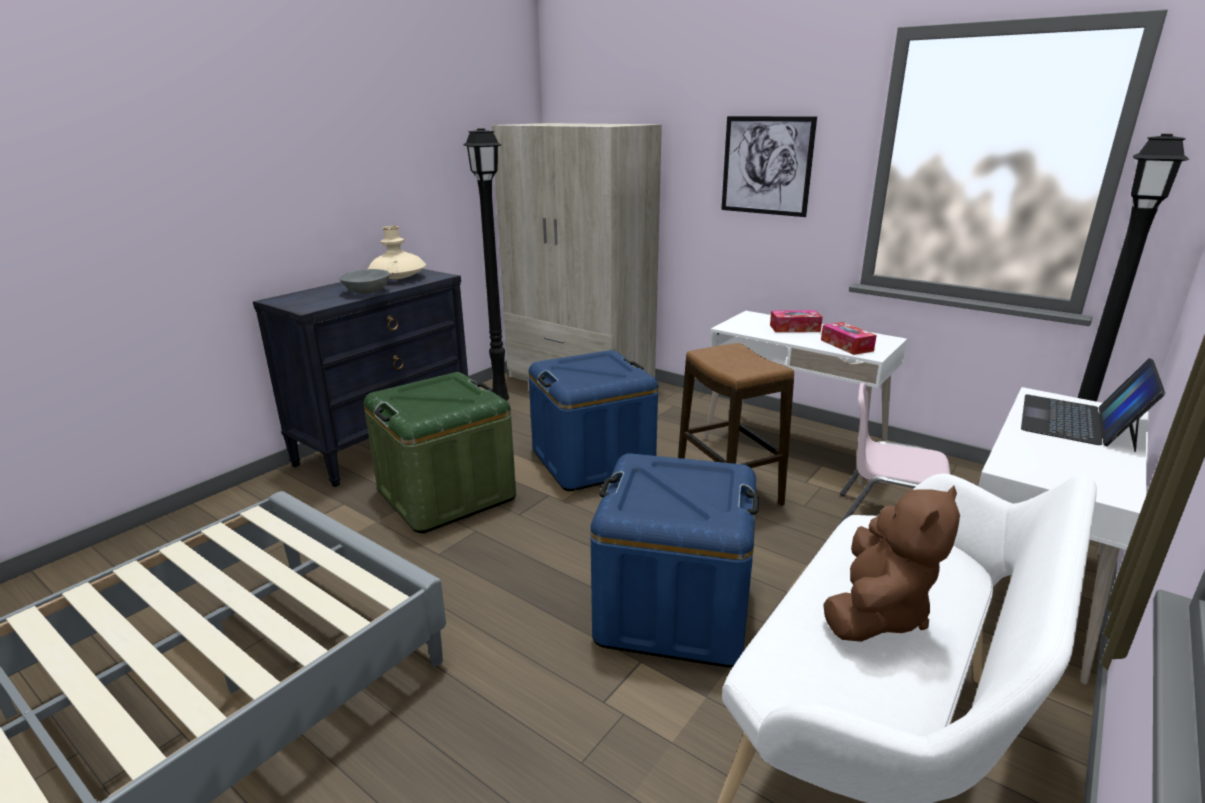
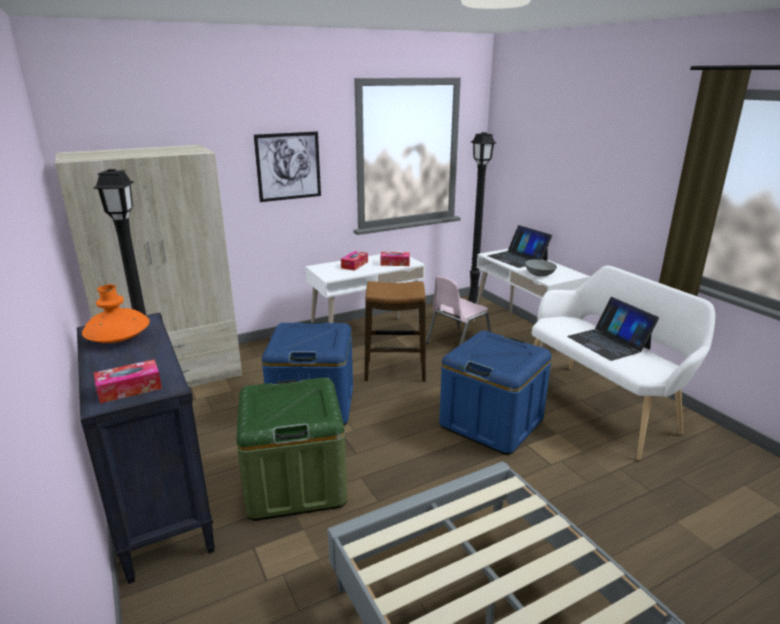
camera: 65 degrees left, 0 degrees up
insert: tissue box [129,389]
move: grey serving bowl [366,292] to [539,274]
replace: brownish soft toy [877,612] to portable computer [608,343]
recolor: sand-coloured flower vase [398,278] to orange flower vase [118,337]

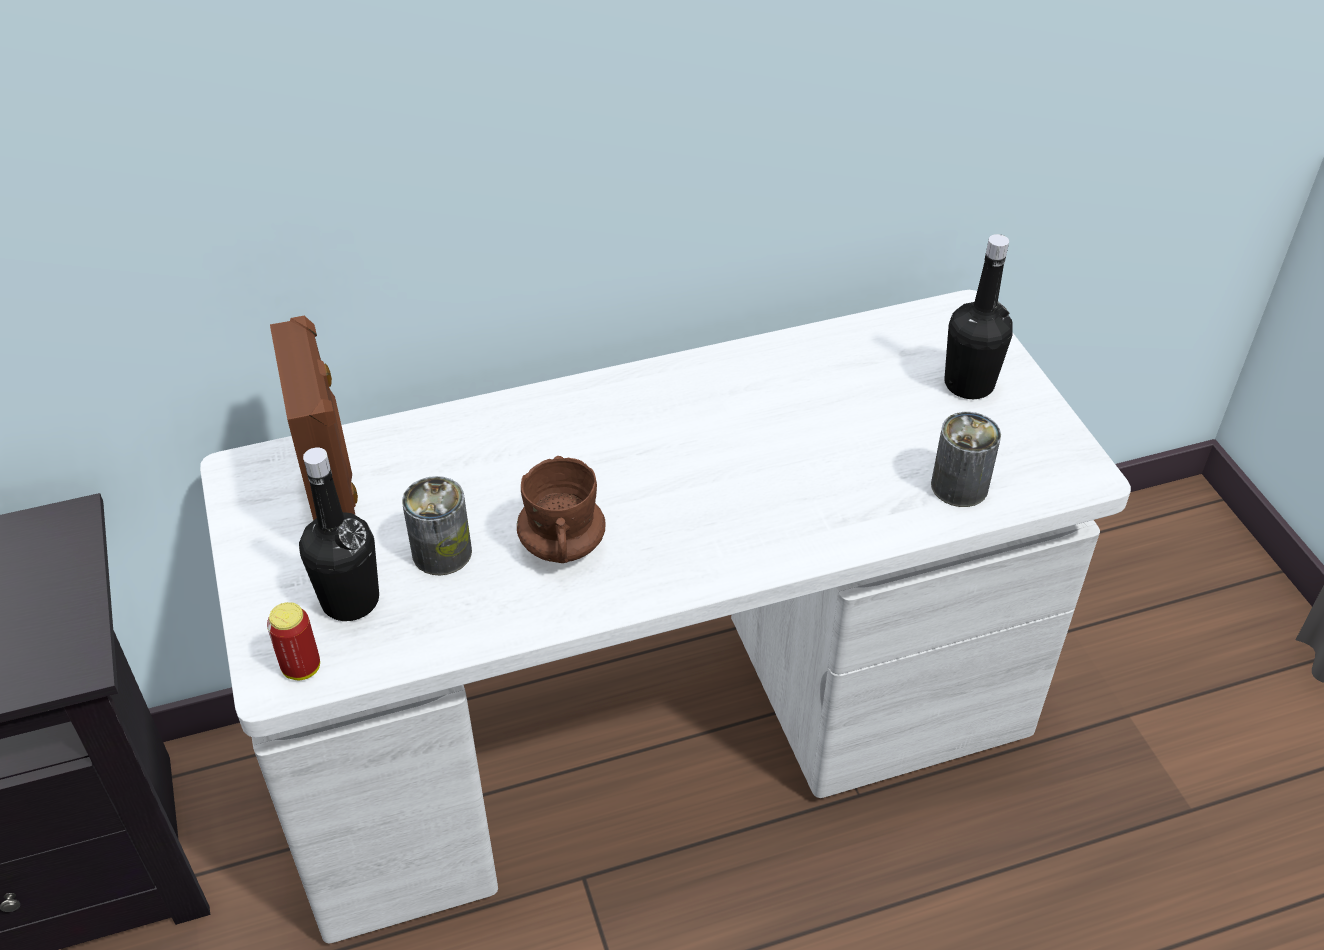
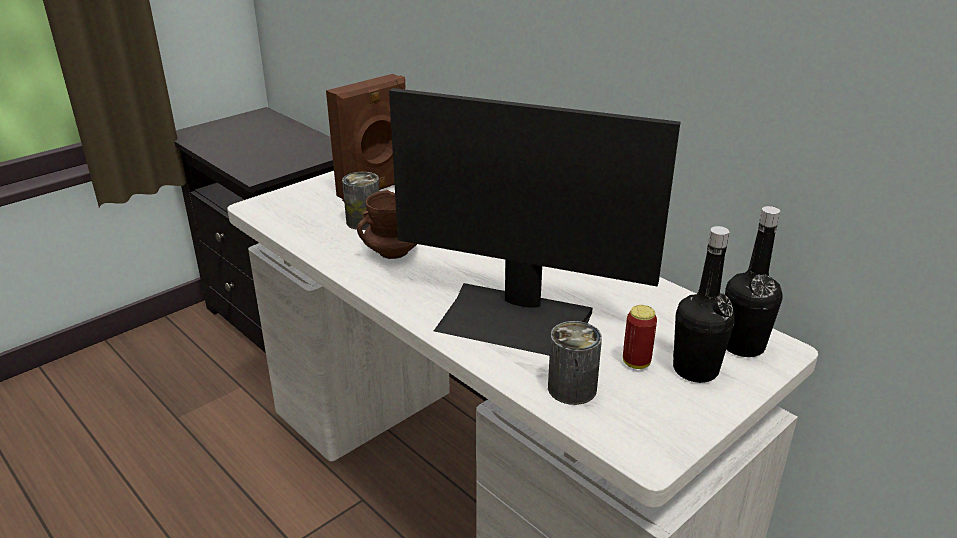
camera: 65 degrees right, 15 degrees down
insert: computer screen [516,319]
move: metal can [301,668] to [636,363]; black beverage bottle [350,600] to [742,345]

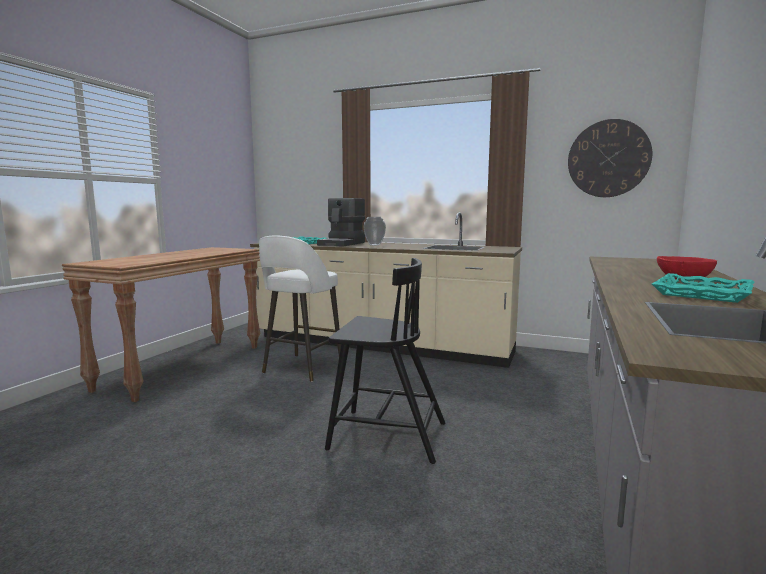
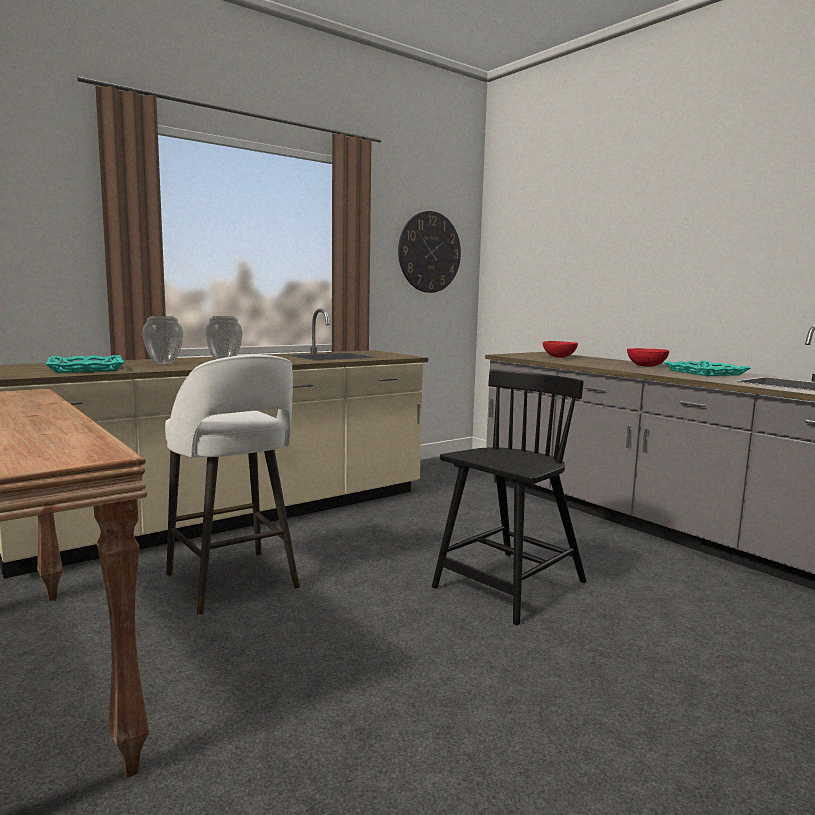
camera: 60 degrees left, 0 degrees up
insert: red-coloured serving bowl [559,357]
replace: coffee machine [343,244] to flower vase [164,364]

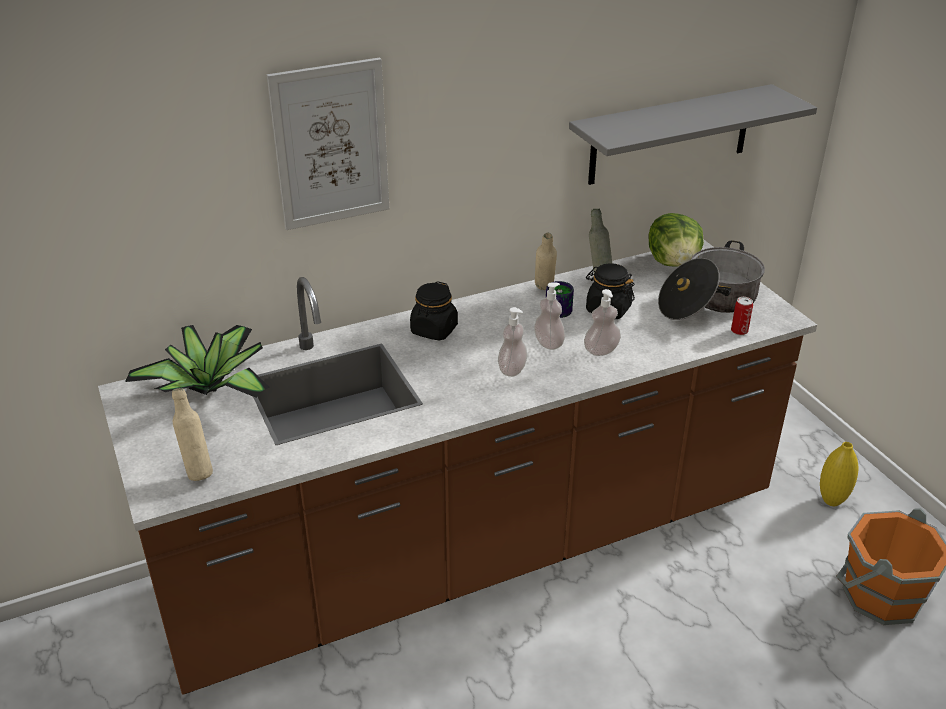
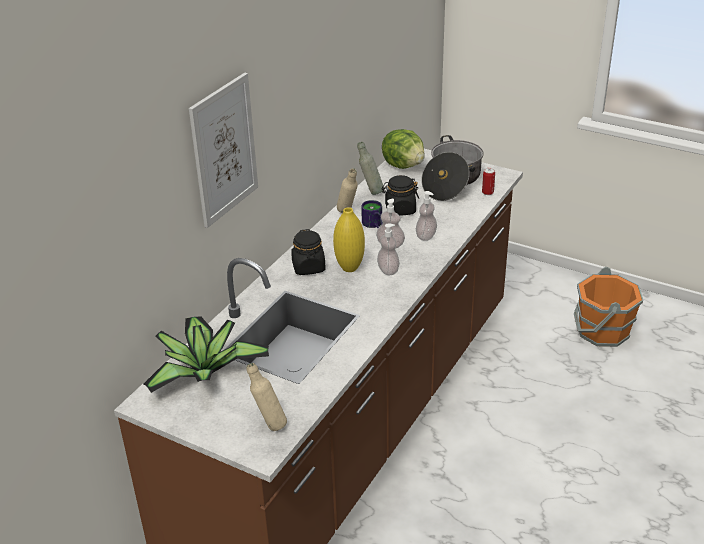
camera: 35 degrees left, 0 degrees up
delete: grey shelf [670,135]
move: yellow-coloured flower vase [831,501] to [349,268]

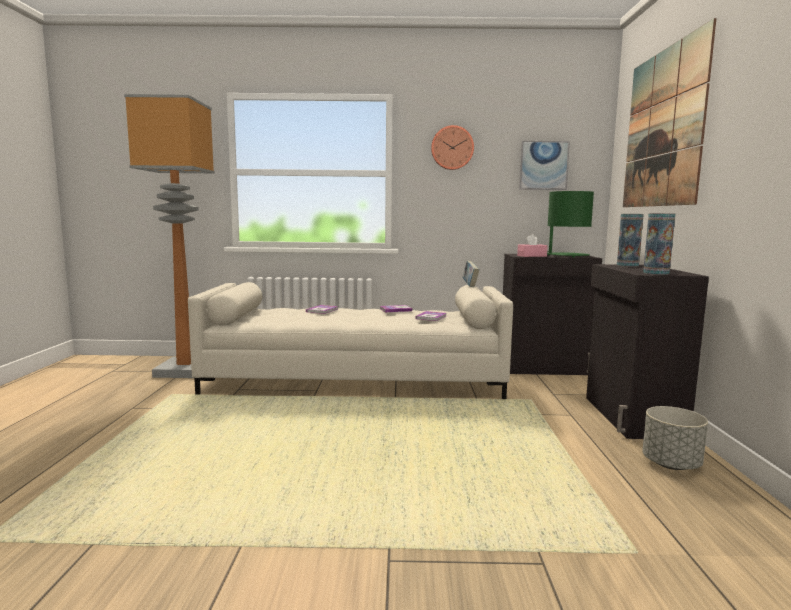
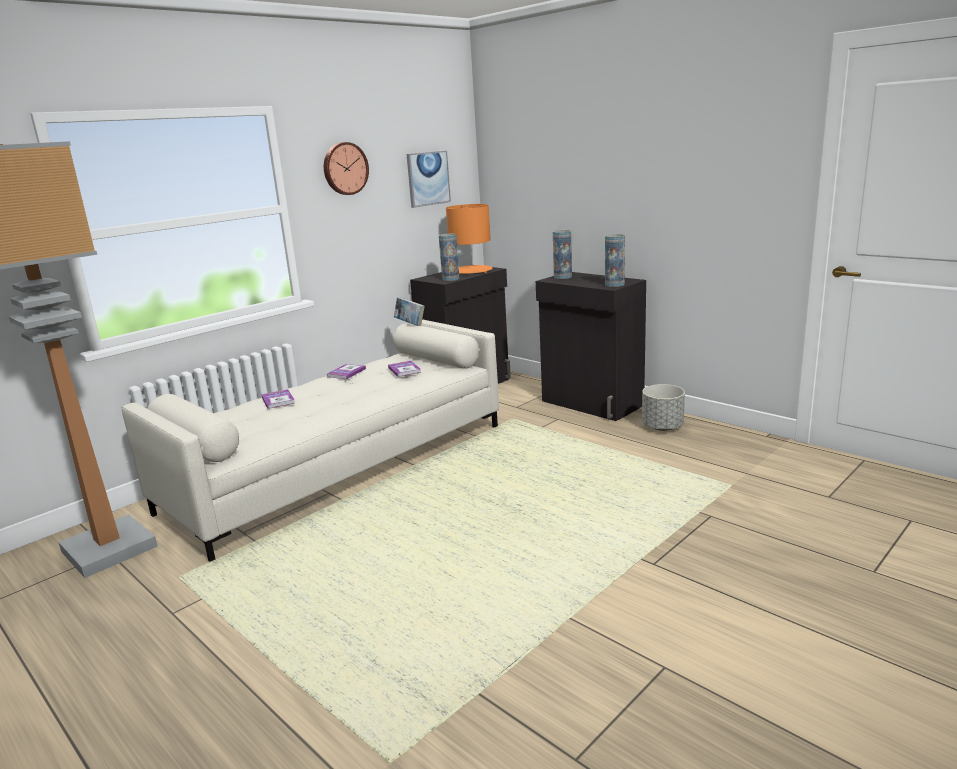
camera: 45 degrees left, 10 degrees up
delete: picture [663,128]
replace: pinkish tissue box [532,256] to flower vase [450,279]
recolor: greenish tabletop lamp [566,255] to orange tabletop lamp [471,271]

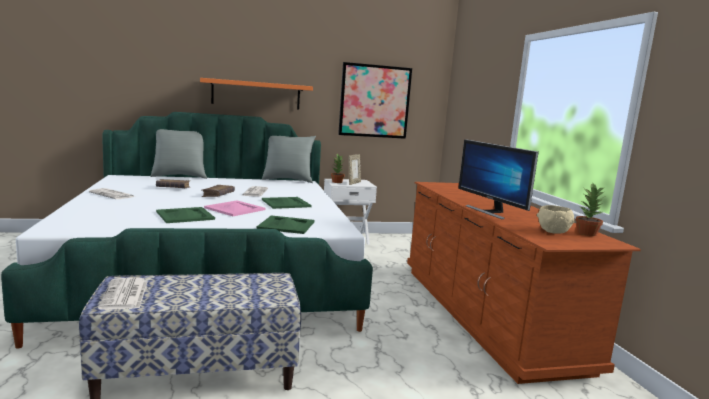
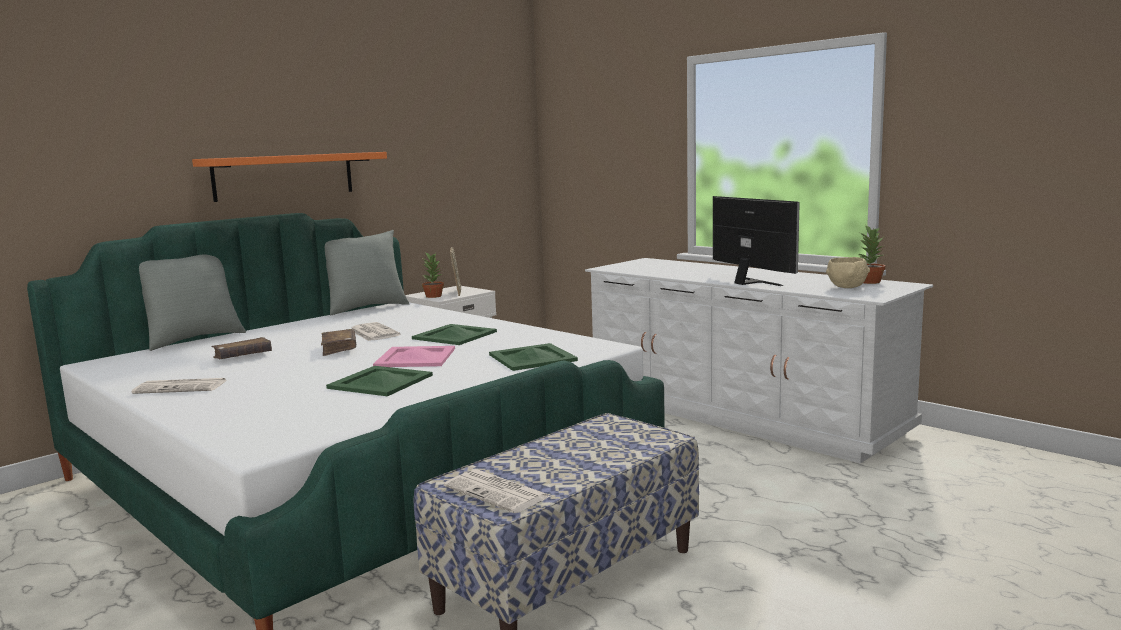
camera: 30 degrees left, 0 degrees up
delete: picture [374,101]
recolor: brownish drawer chest [485,314] to white drawer chest [739,413]
rotate: computer screen [490,212] = [750,282] 150 degrees counterclockwise

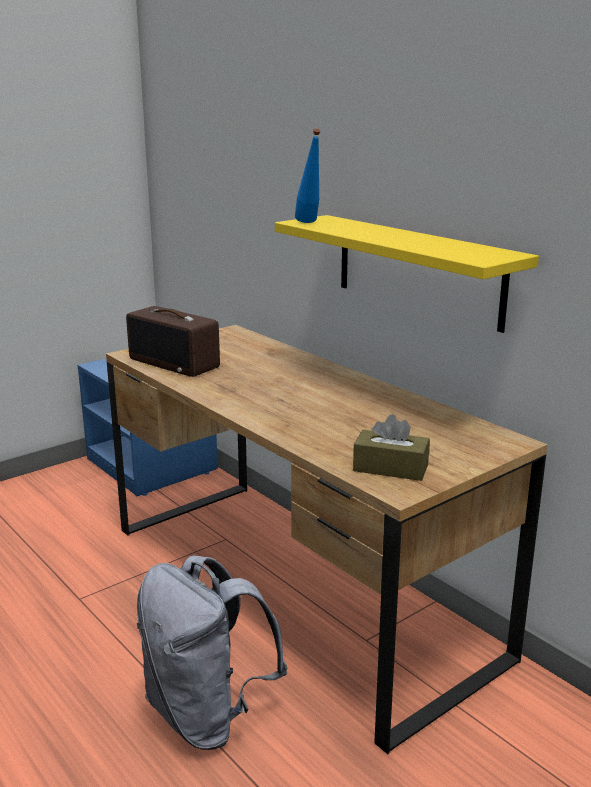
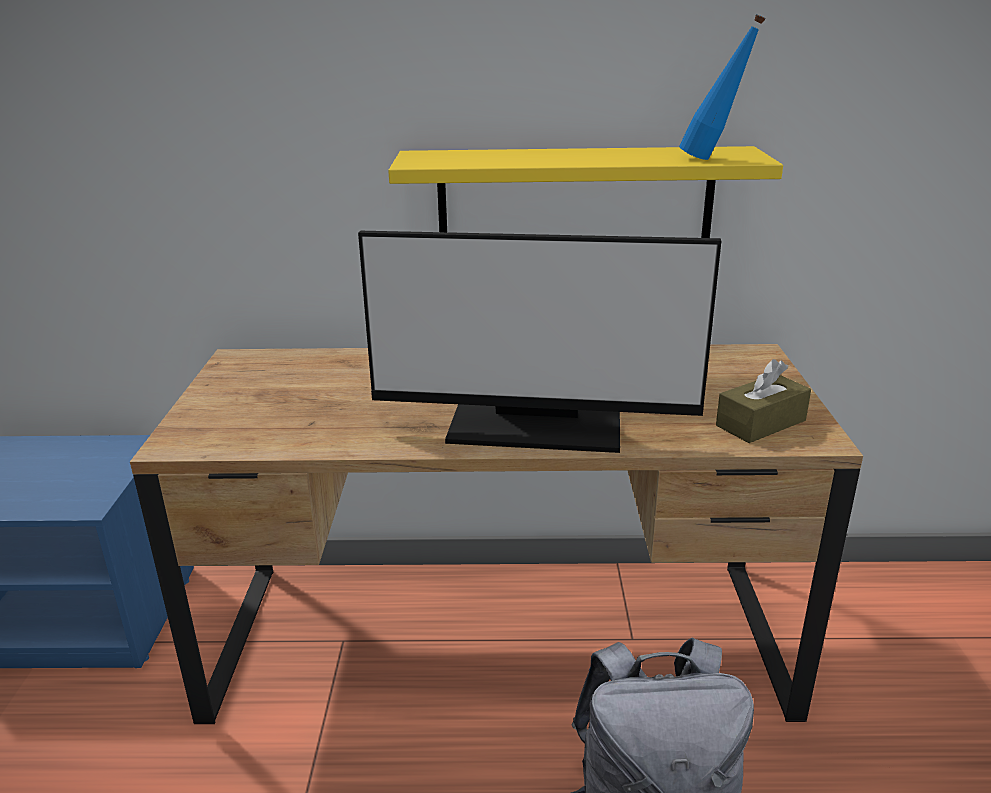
camera: 50 degrees left, 5 degrees up
delete: radio receiver [175,363]
insert: computer screen [535,425]
move: blue beverage bottle [309,223] to [713,159]

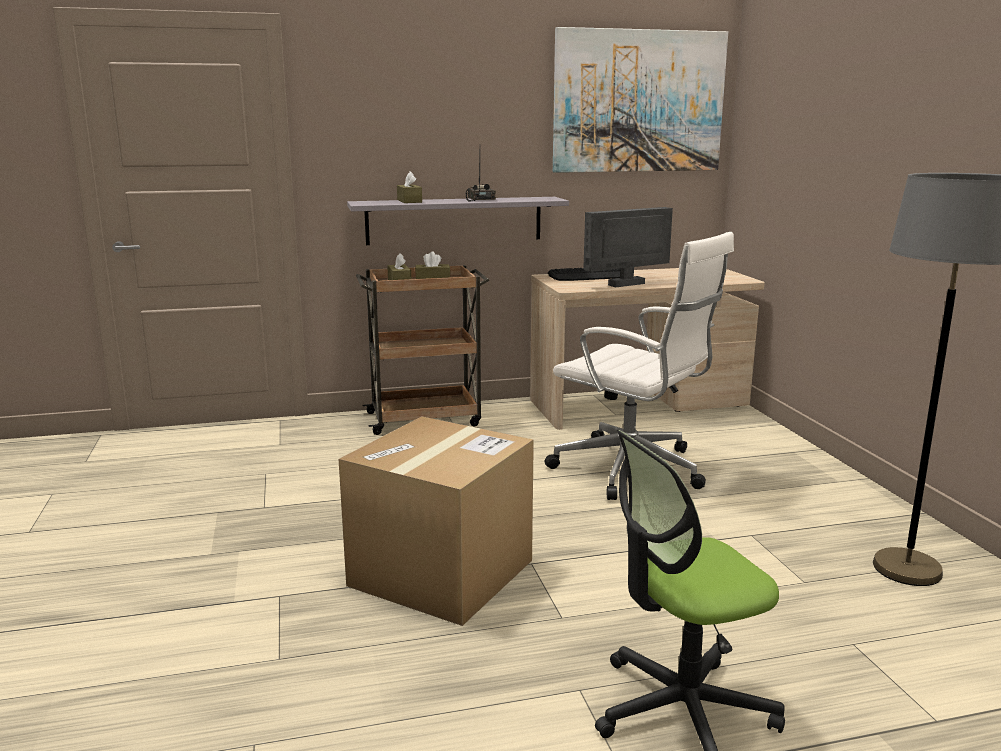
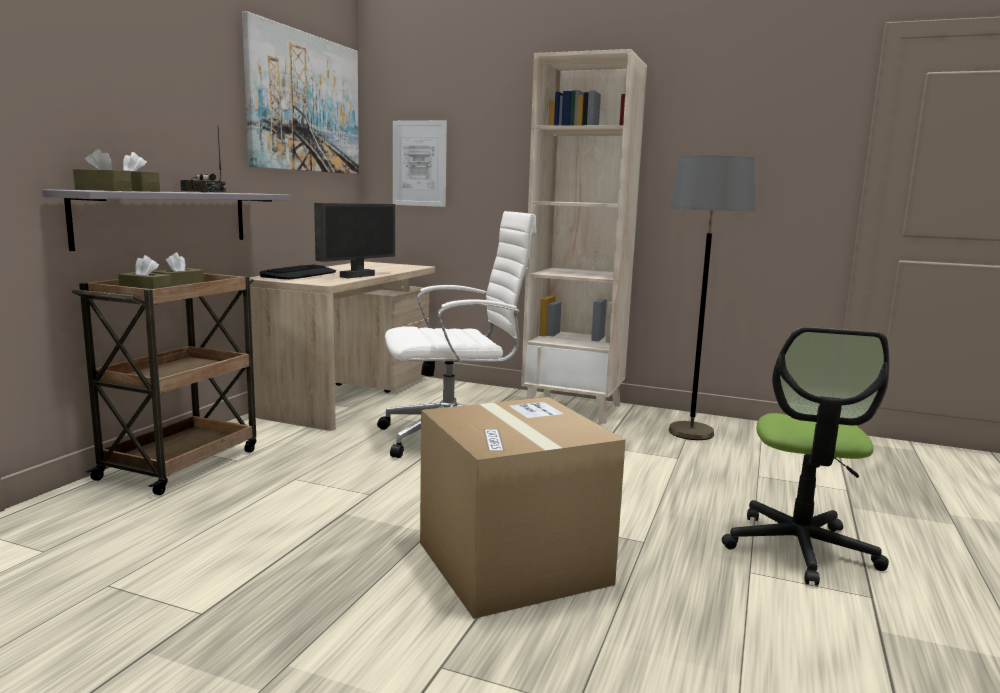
camera: 55 degrees left, 5 degrees down
insert: brownish tissue box [103,190]; picture [419,163]; sand-coloured bookshelf [574,408]
rotate: computer screen [627,284] = [356,276] 150 degrees counterclockwise

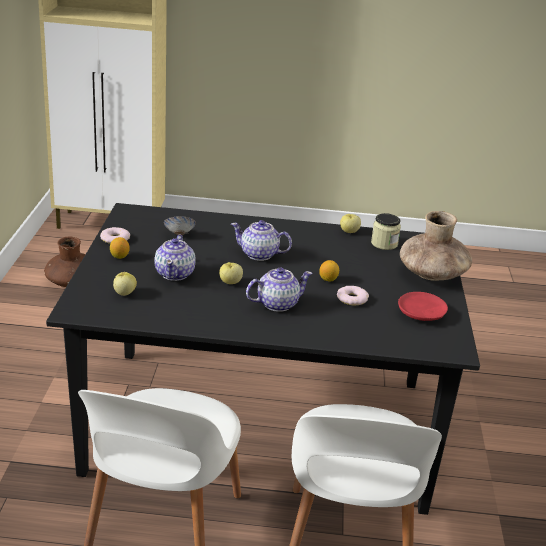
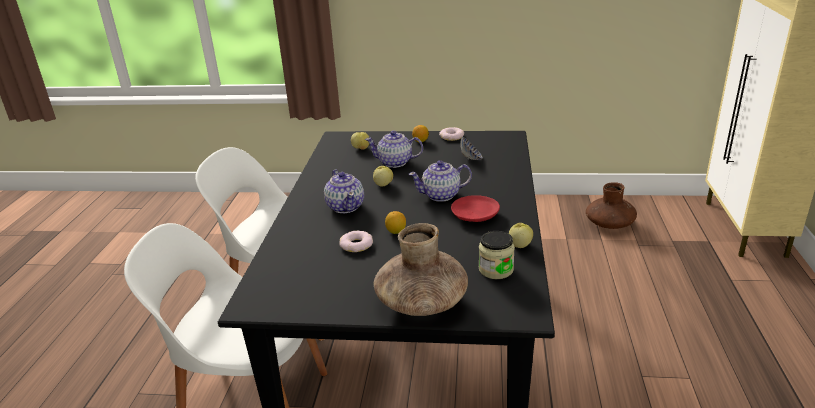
camera: 95 degrees right, 0 degrees up
move: red-coloured dinner plate [421,314] to [474,215]
rotate: teapot [259,255] = [441,195] 120 degrees counterclockwise

